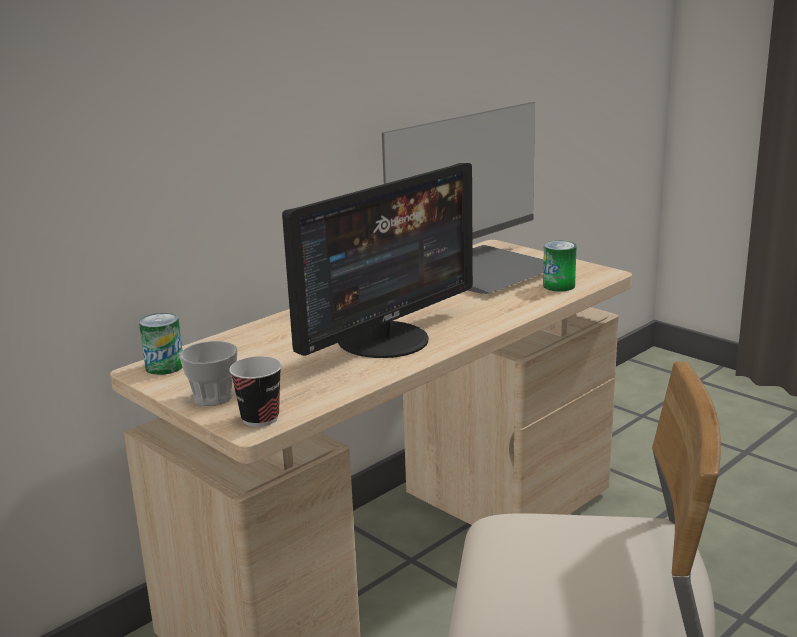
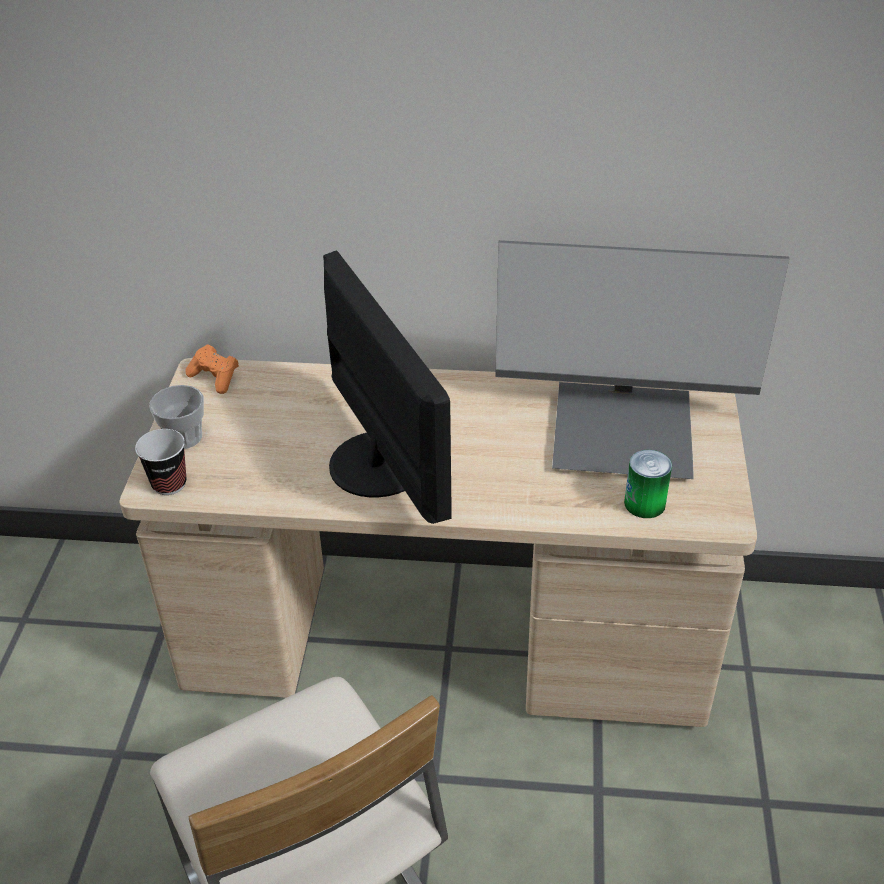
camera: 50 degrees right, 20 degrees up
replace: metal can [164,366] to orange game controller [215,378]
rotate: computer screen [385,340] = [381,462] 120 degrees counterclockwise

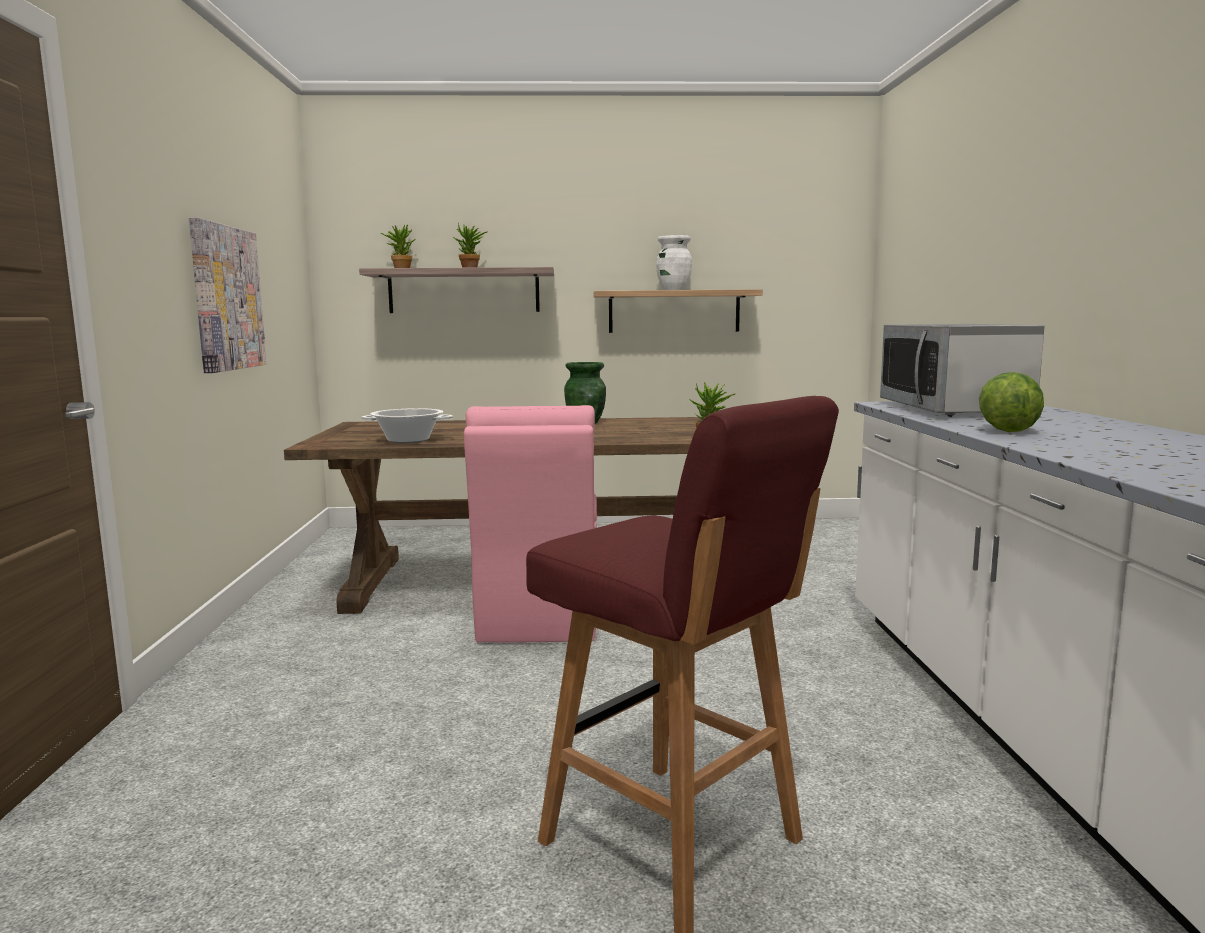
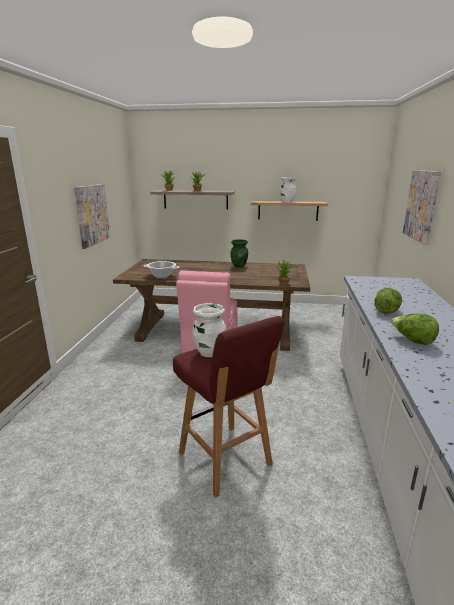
camera: 10 degrees right, 10 degrees up
delete: microwave oven [953,410]
insert: white flower vase [209,352]; lettuce head [412,341]; picture [422,205]

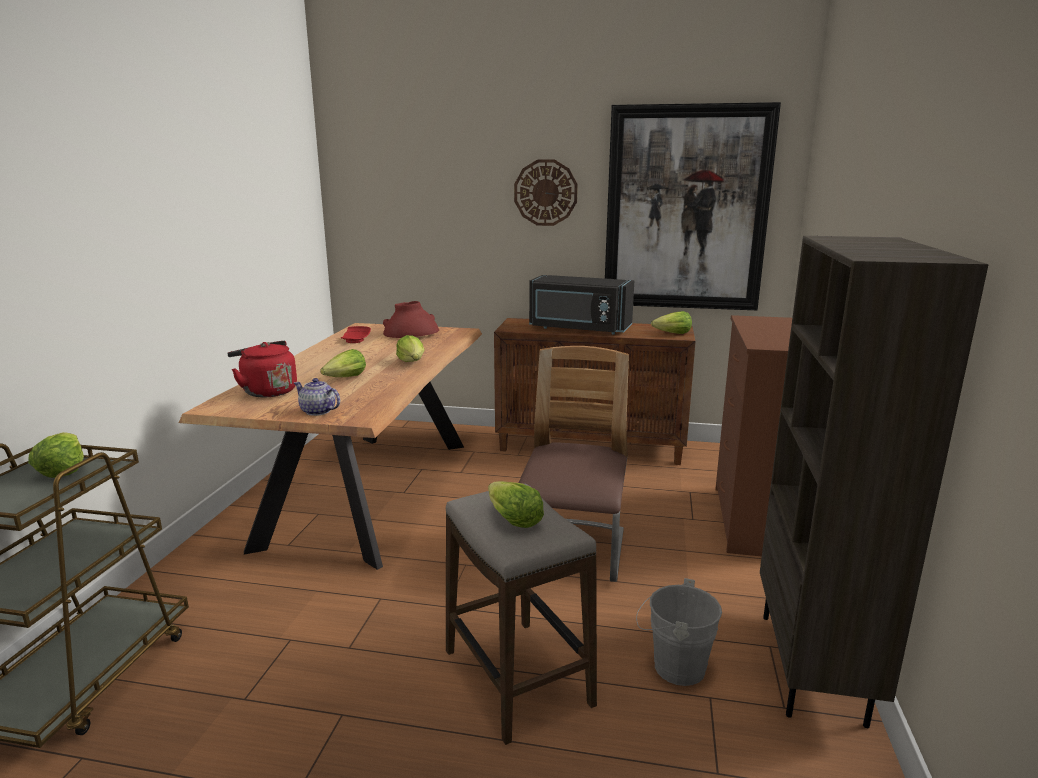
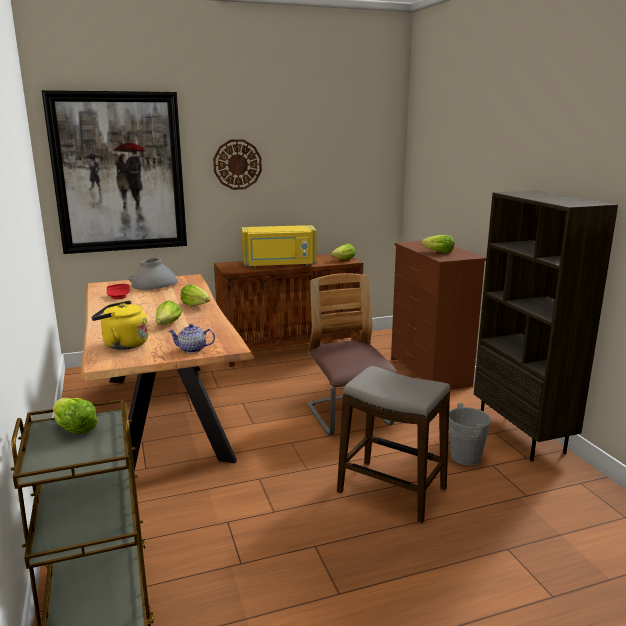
camera: 30 degrees left, 0 degrees up
move: picture [686,209] to [119,173]; lettuce head [513,519] to [438,252]
recolor: red-coloured tea kettle [267,391] to yellow-coloured tea kettle [123,344]; red-coloured flower vase [411,333] to grey flower vase [154,285]; black microwave oven [579,329] to yellow-coloured microwave oven [279,264]

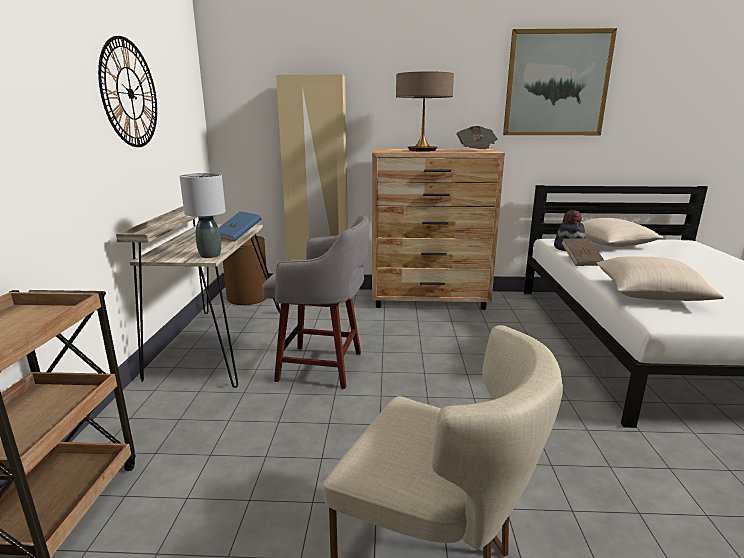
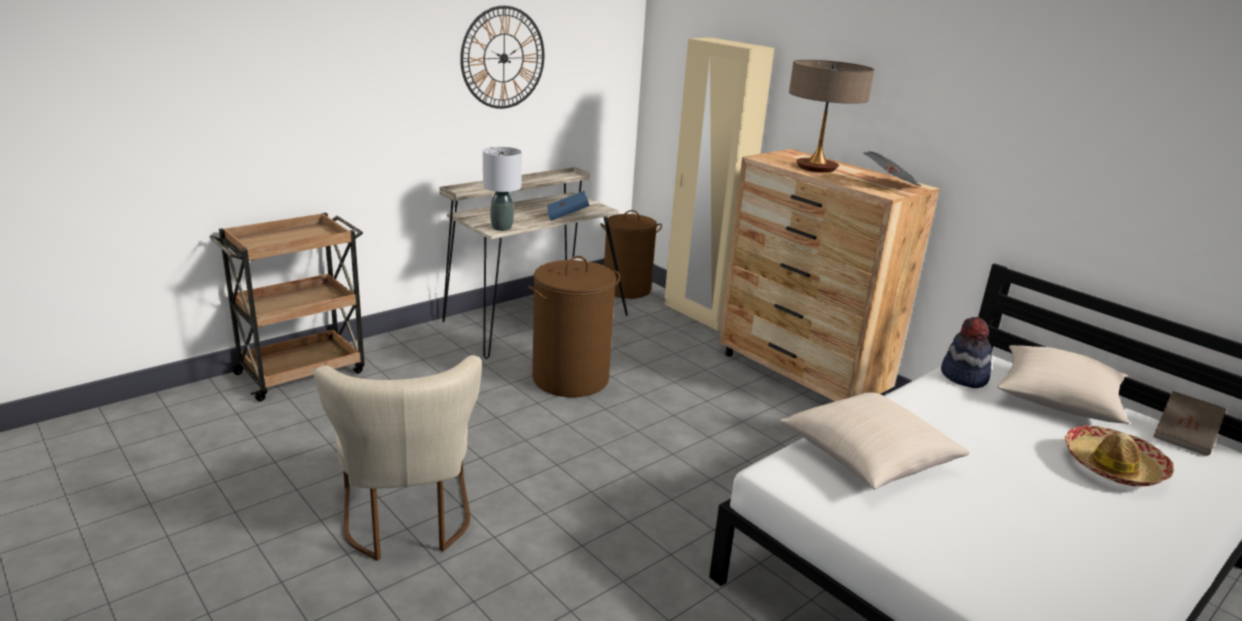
camera: 45 degrees right, 5 degrees up
delete: picture [556,84]
insert: wearable hat [1113,466]
move: brownish volume [581,261] to [1184,436]
replace: grey stool seat [323,366] to brownish washing basket [570,379]

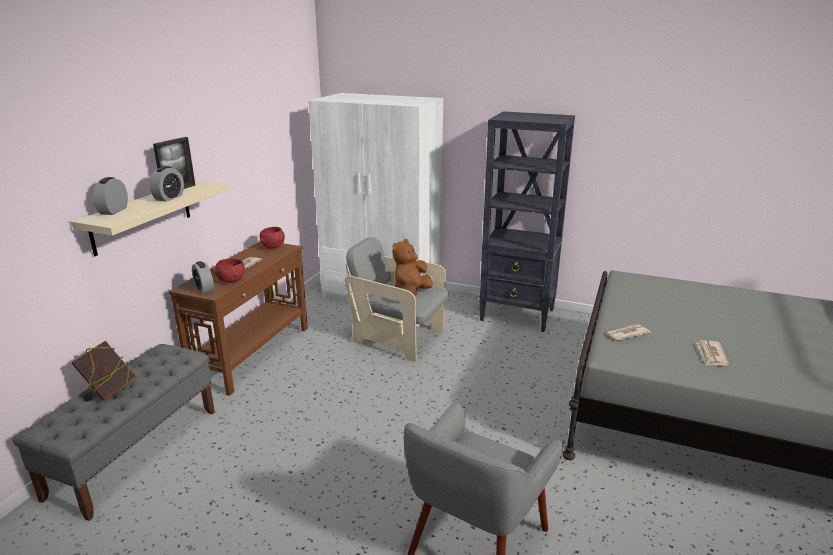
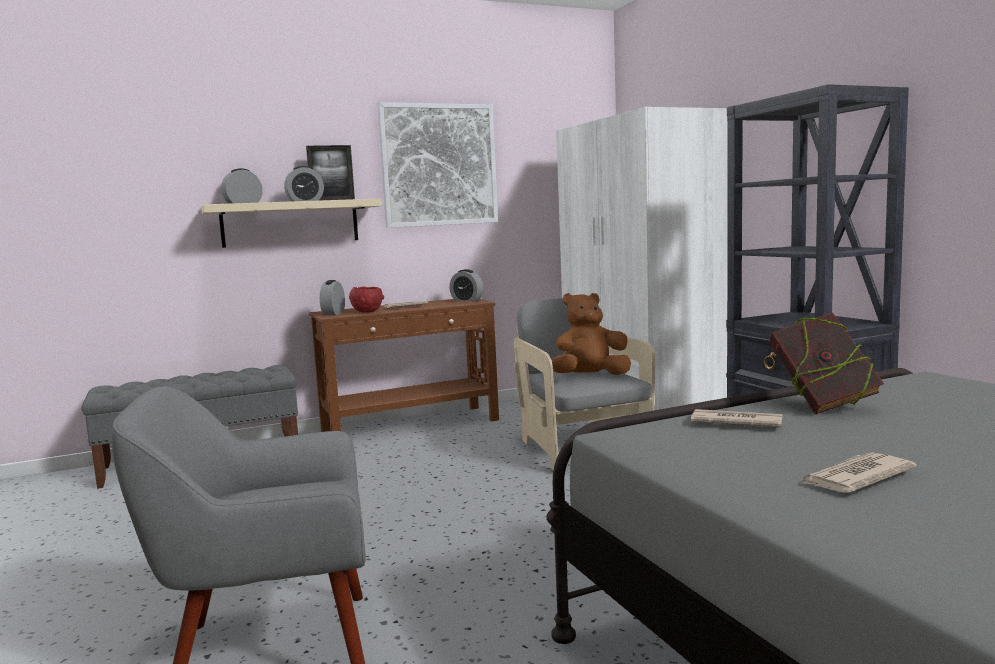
camera: 45 degrees right, 15 degrees down
insert: picture [439,165]
move: volume [109,390] to [823,406]
replace: red-coloured serving bowl [273,247] to table clock [467,300]

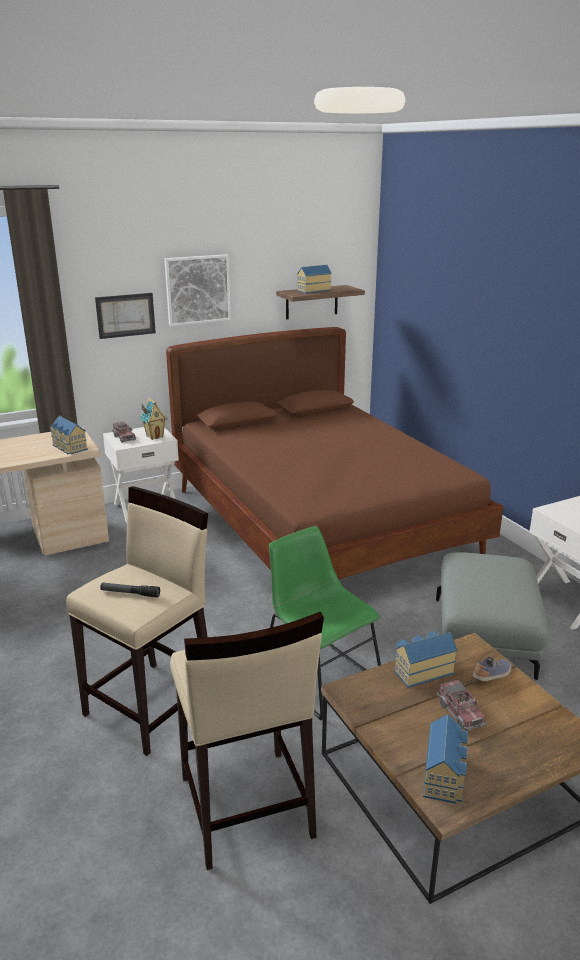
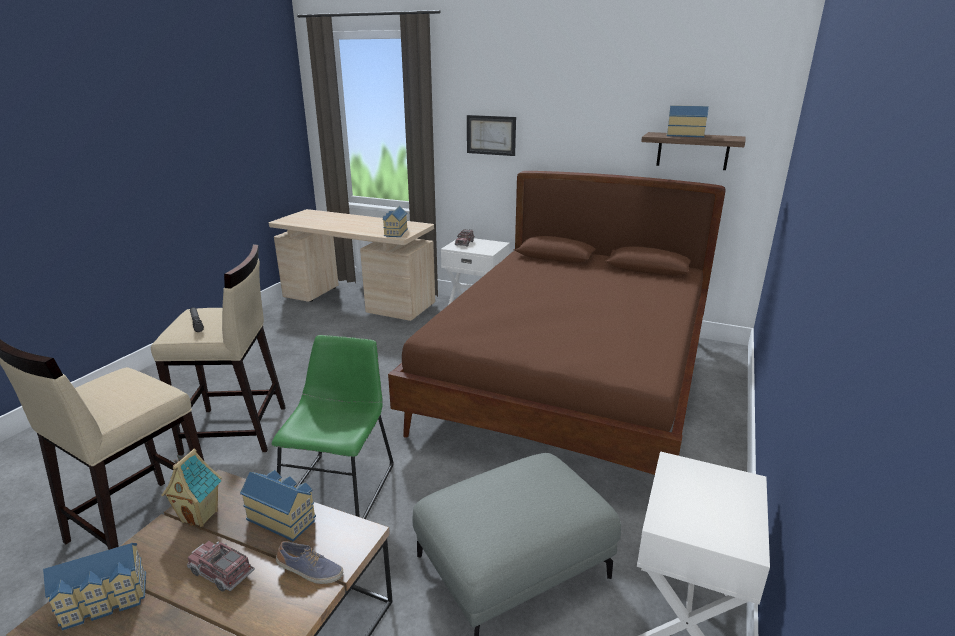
camera: 50 degrees right, 0 degrees up
delete: picture [197,290]
move: model house [155,436] to [201,515]
rotate: model truck [460,713] = [221,572] 90 degrees clockwise

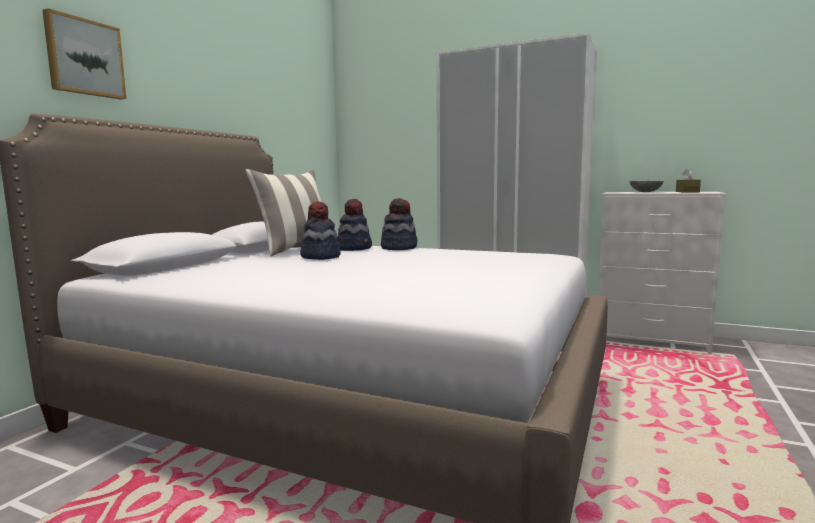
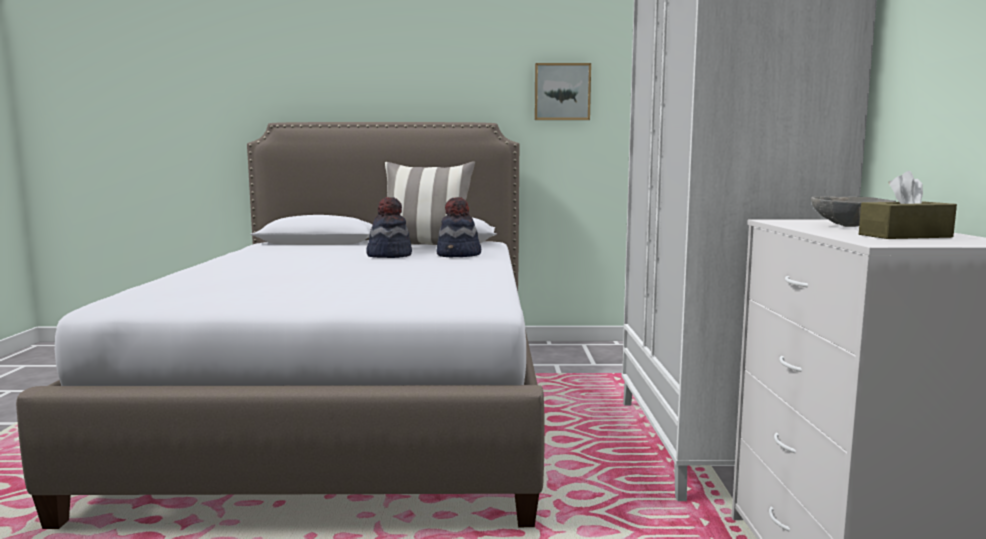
camera: 65 degrees right, 0 degrees up
delete: wearable hat [399,248]
move: picture [84,57] to [562,92]

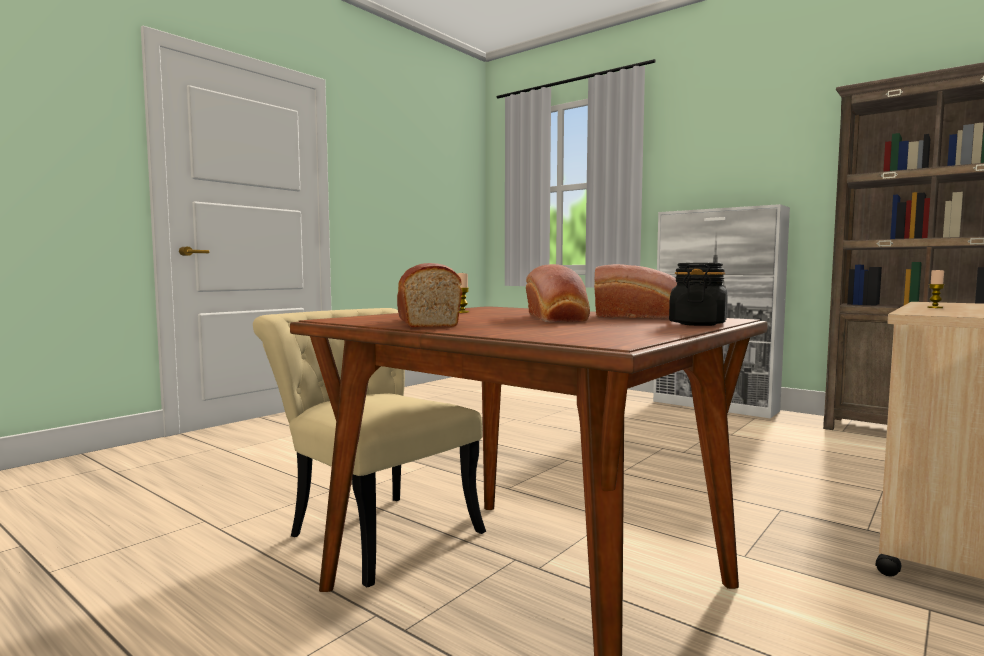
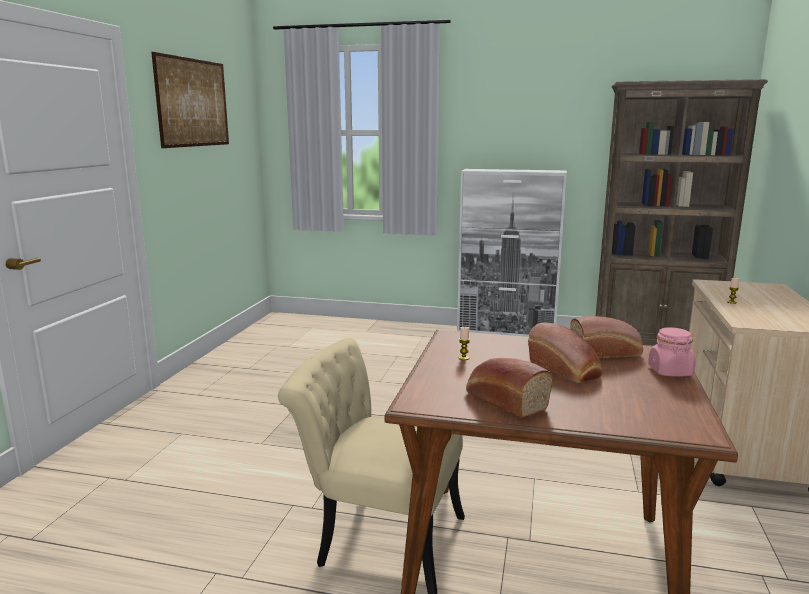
camera: 25 degrees left, 10 degrees up
insert: picture [193,103]
recolor: black preserve jar [697,324] to pinkish preserve jar [670,371]

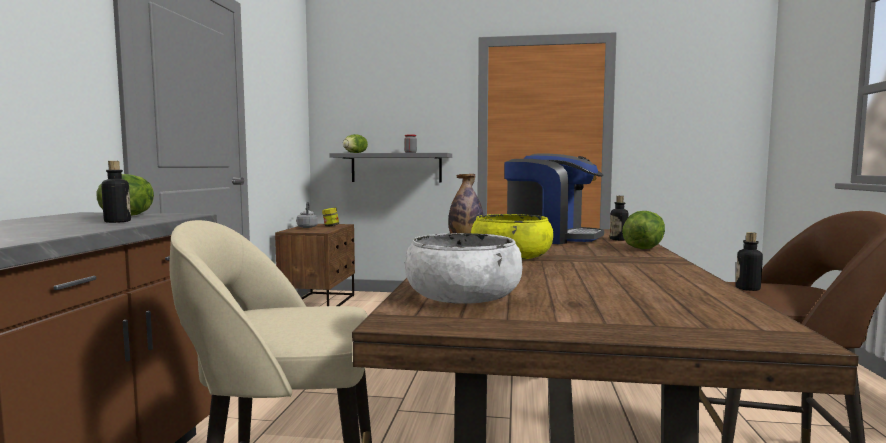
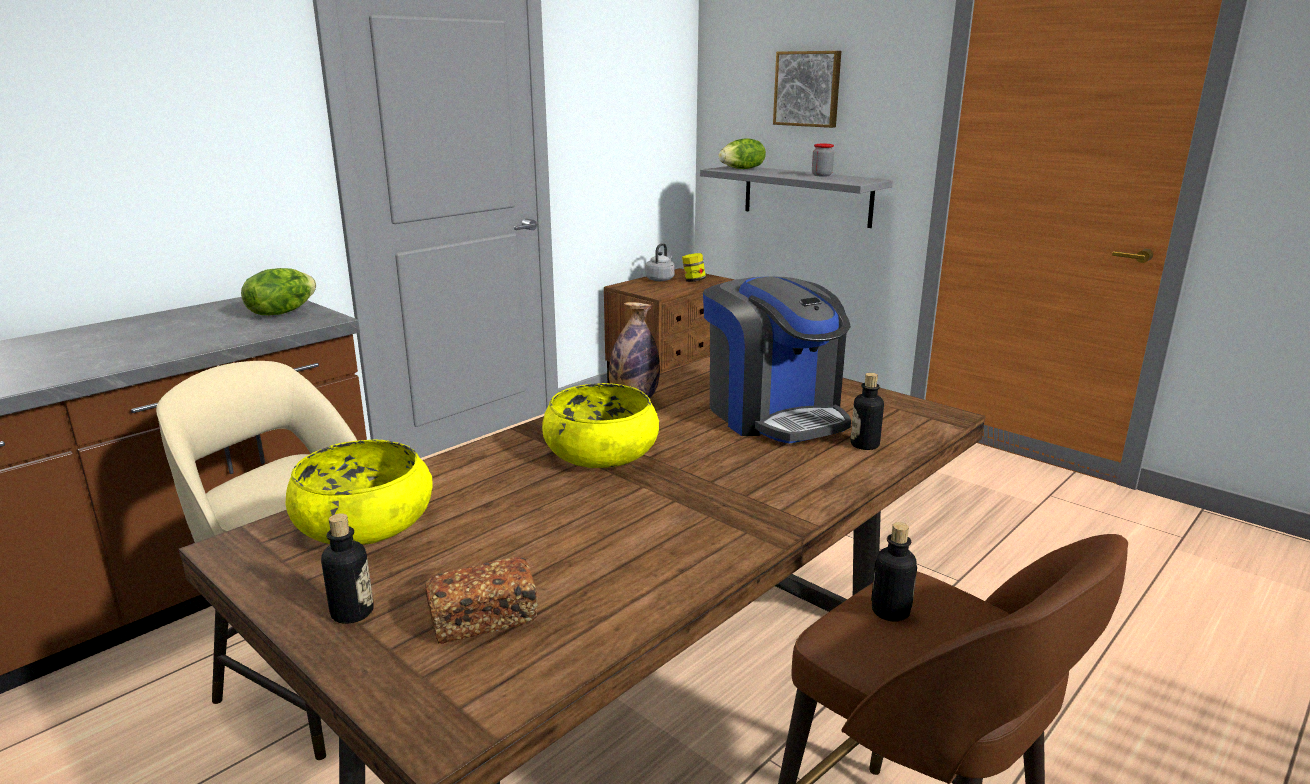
camera: 35 degrees right, 15 degrees up
delete: lettuce head [643,248]
insert: bakery bread [483,619]; picture [808,89]
move: beverage bottle [117,221] to [352,612]
recolor: white serving bowl [462,295] to yellow-coloured serving bowl [364,523]

